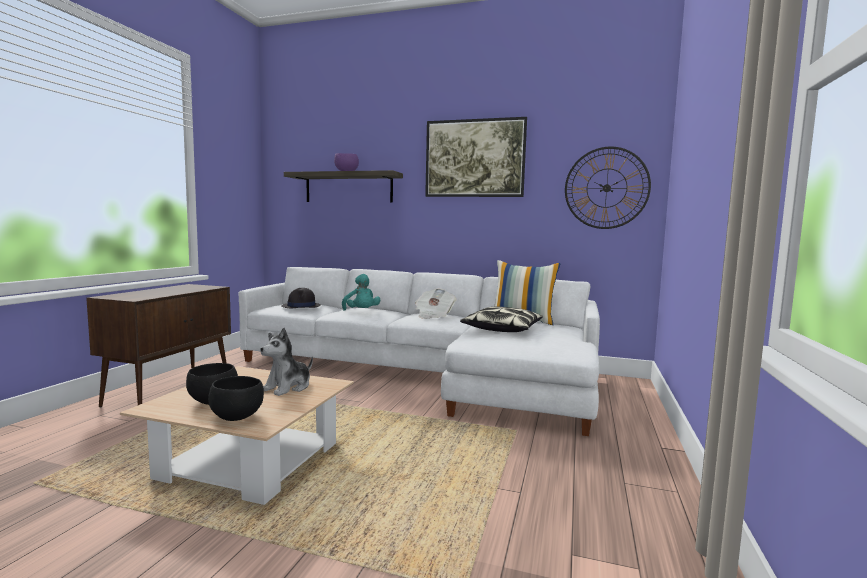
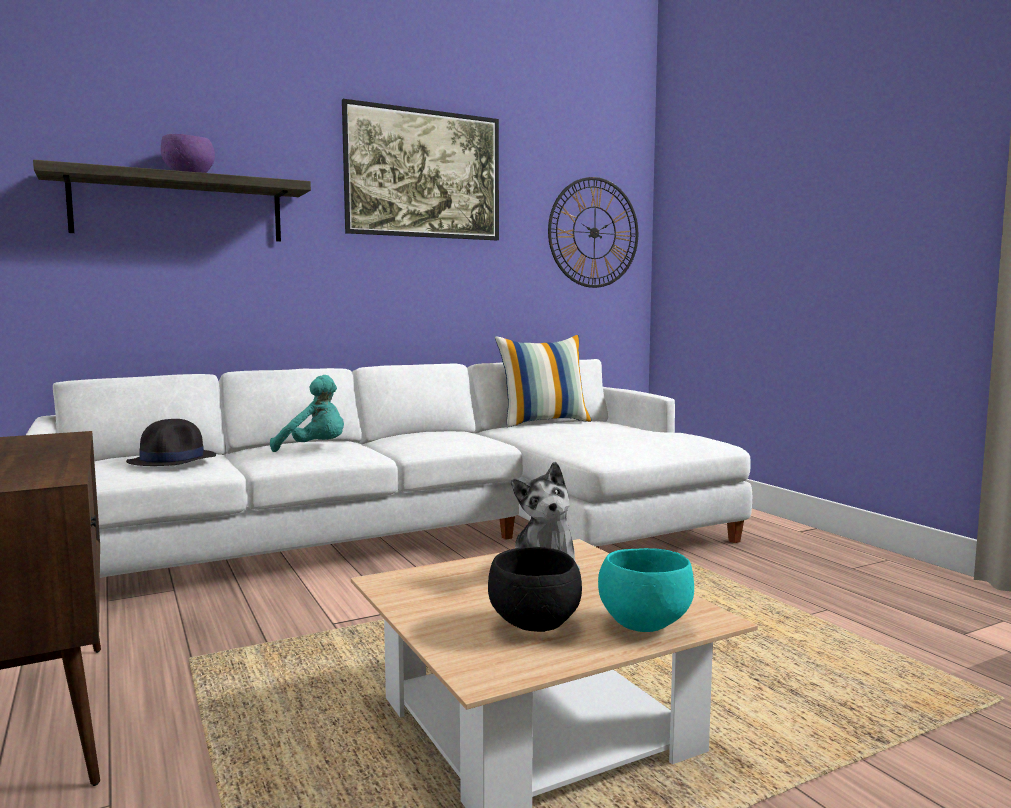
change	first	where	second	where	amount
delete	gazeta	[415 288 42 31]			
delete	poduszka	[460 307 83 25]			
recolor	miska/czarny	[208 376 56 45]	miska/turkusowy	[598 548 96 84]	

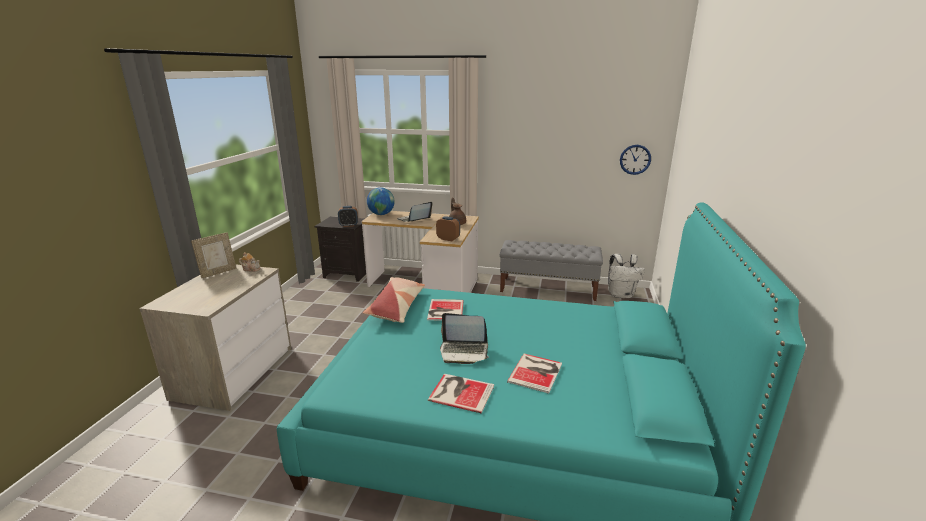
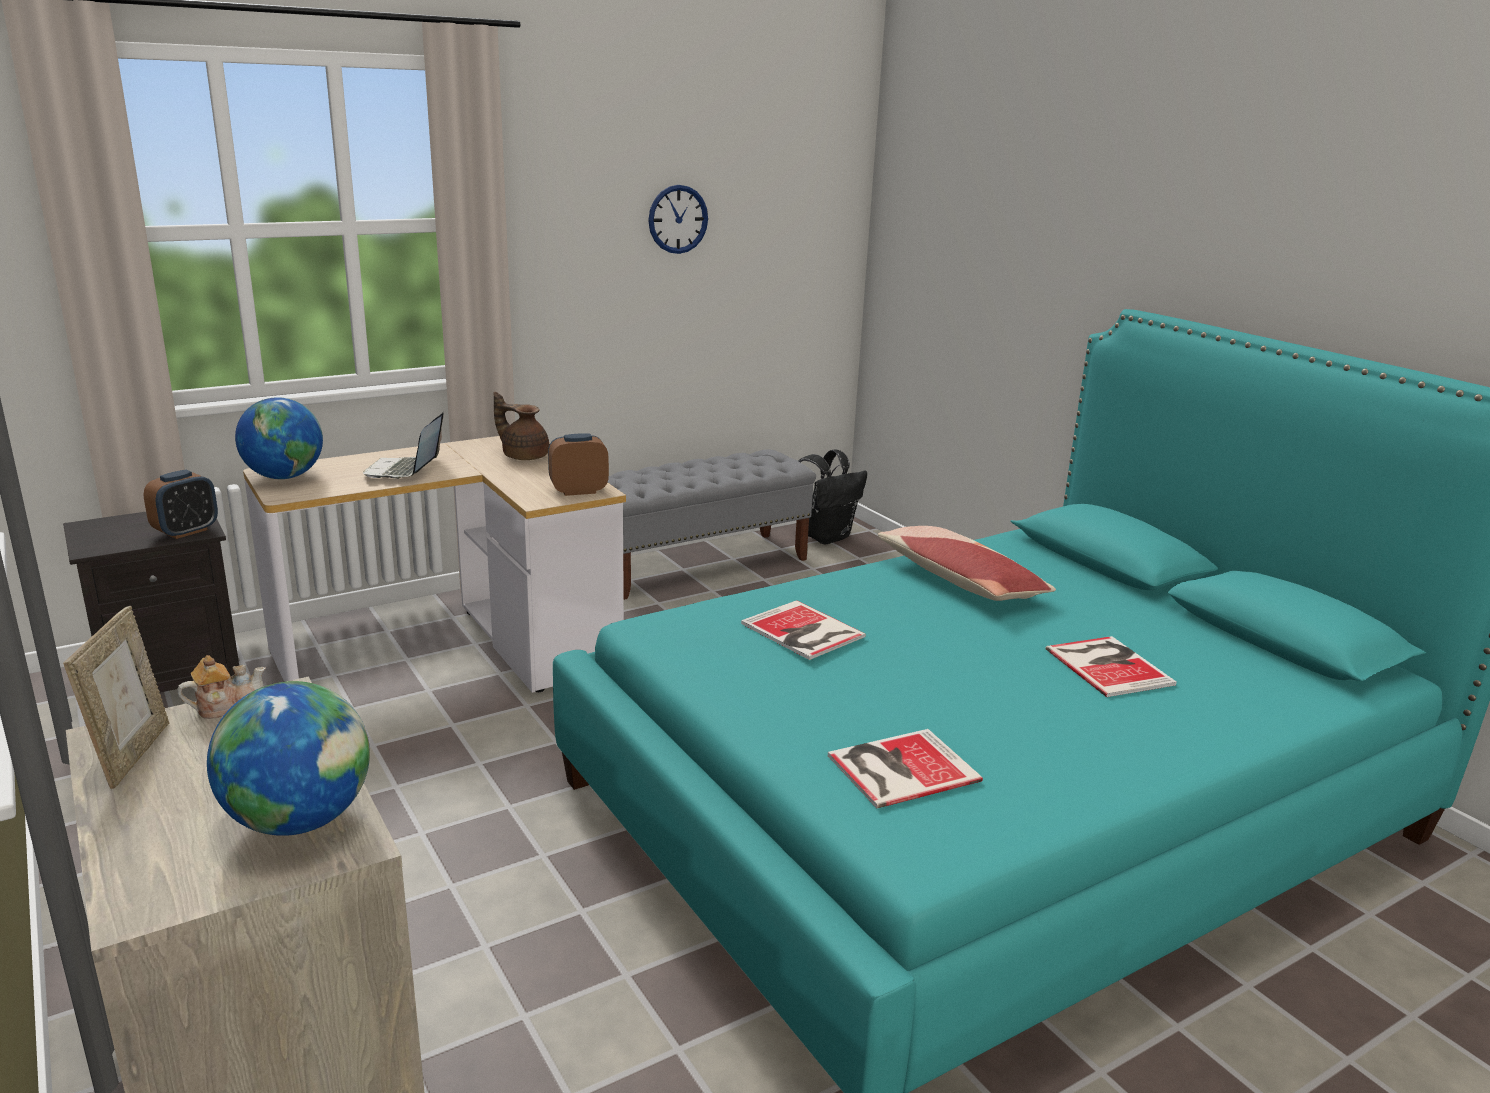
change	first	where	second	where	amount
delete	laptop	[440 313 49 51]			
insert			globus	[207 681 163 155]	
move	poduszka	[363 277 62 46]		[878 526 178 75]	
move	książka	[428 374 66 40]		[828 729 155 79]	
move	zegar ścienny	[620 145 31 30]		[648 185 60 69]	
recolor	plecak/biały	[608 254 37 44]	plecak/czarny	[798 449 69 96]	

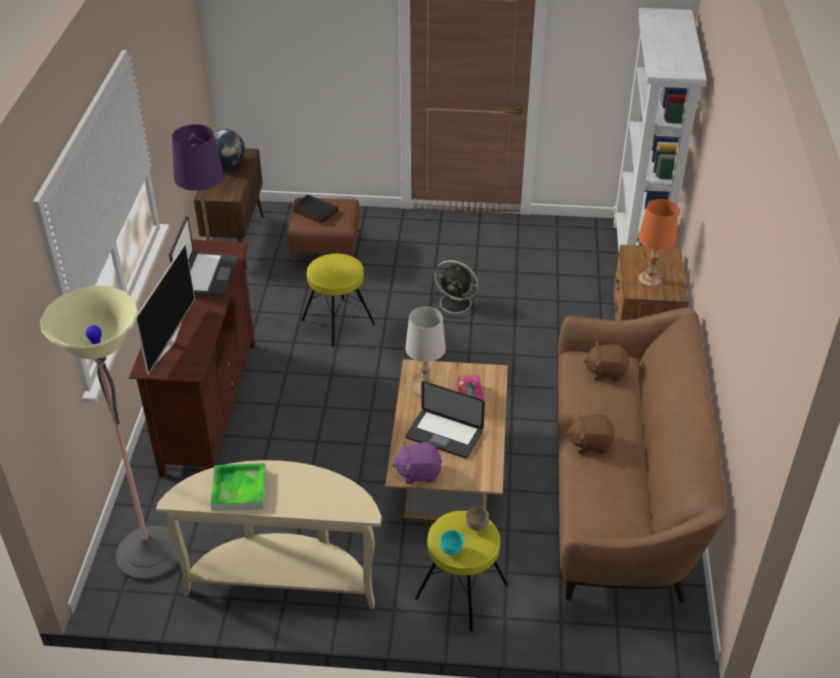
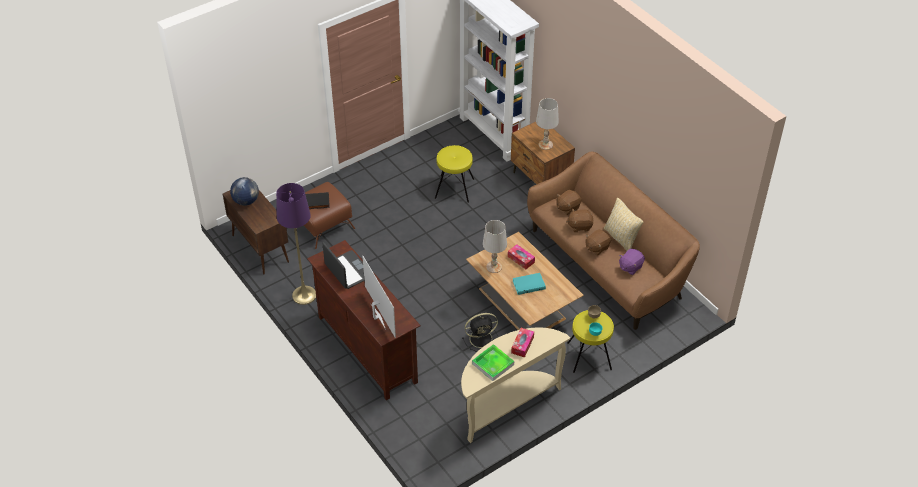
change	first	where	second	where	amount
delete	lampa stojąca	[40 286 139 295]			
insert			pudełko chusteczek	[511 328 23 29]	
insert			pluszak/brązowy	[566 209 28 23]	
insert			poduszka/beżowy	[604 198 39 53]	
move	stołek/żółty	[301 253 75 95]		[435 145 39 58]	
move	pluszak/fioletowy	[392 442 50 42]		[619 249 26 26]	
move	wentylator/czarny	[433 260 47 59]		[462 313 36 39]	
replace	laptop	[405 381 80 77]	książka/turkusowy	[513 273 33 22]	
recolor	lampa stołowa/pomarańczowy	[638 199 40 88]	lampa stołowa/biały	[536 98 23 52]	

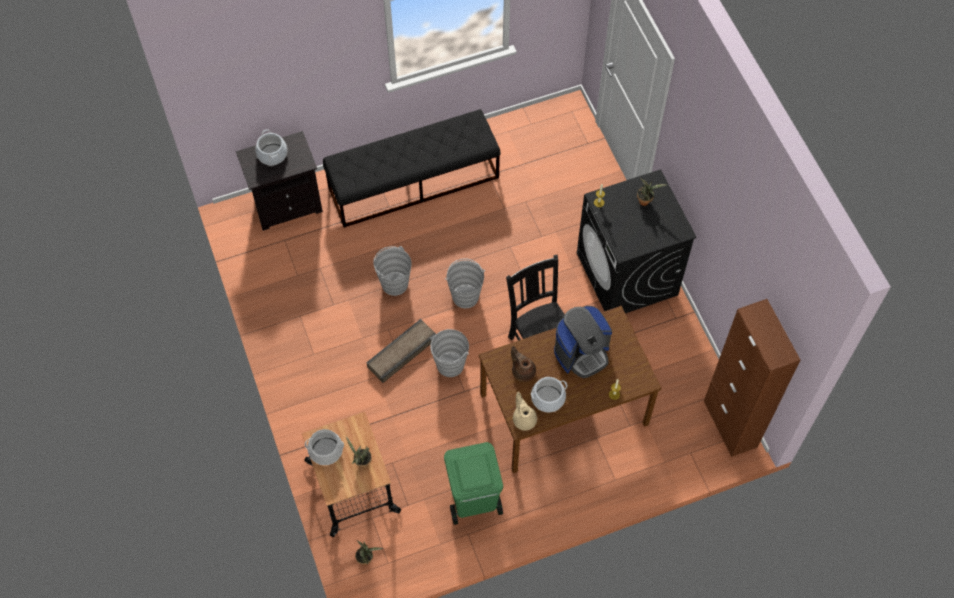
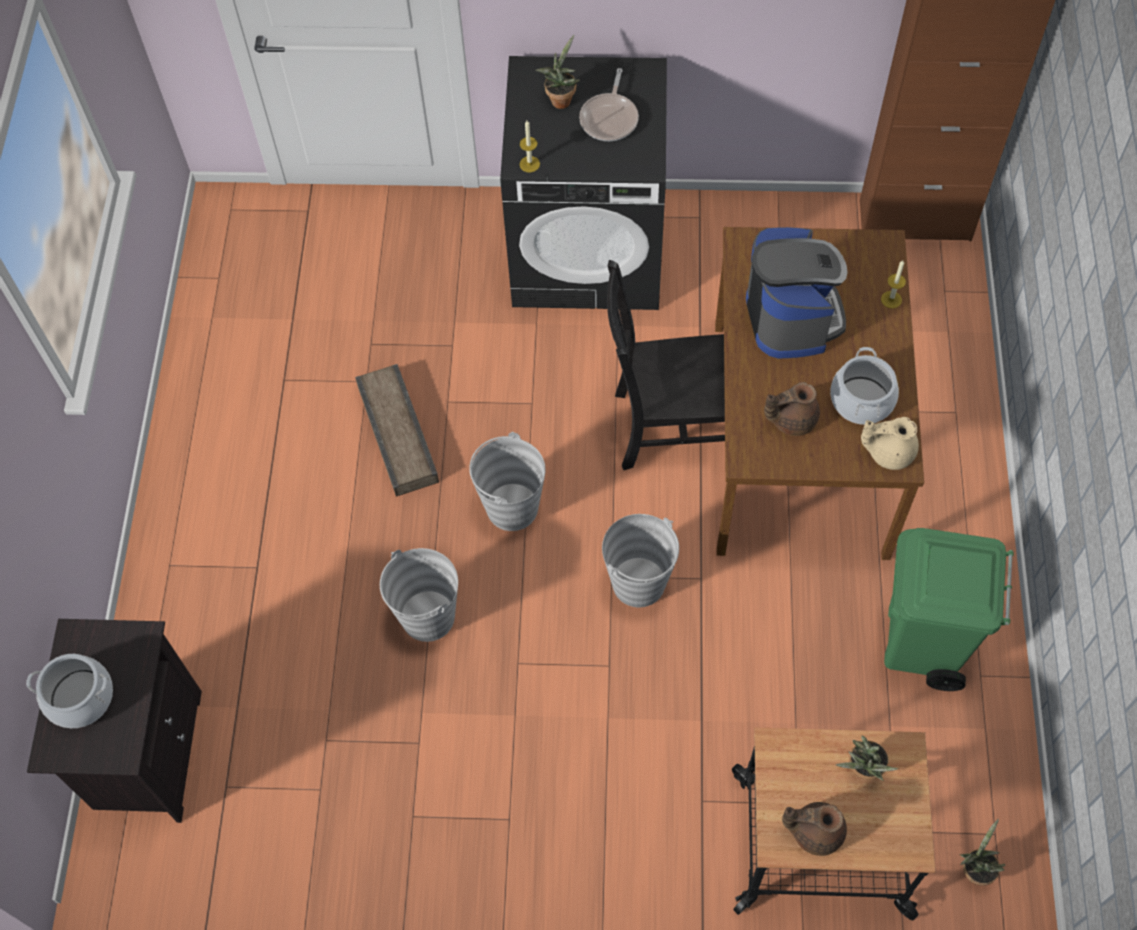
change	first	where	second	where	amount
delete	ławka/czarny	[323 109 177 119]			
insert			patelnia	[579 68 60 73]	
move	skrzynka	[366 319 70 64]		[355 364 84 133]	
replace	garnek	[305 429 39 36]	imbryk/brązowy	[782 802 65 54]	

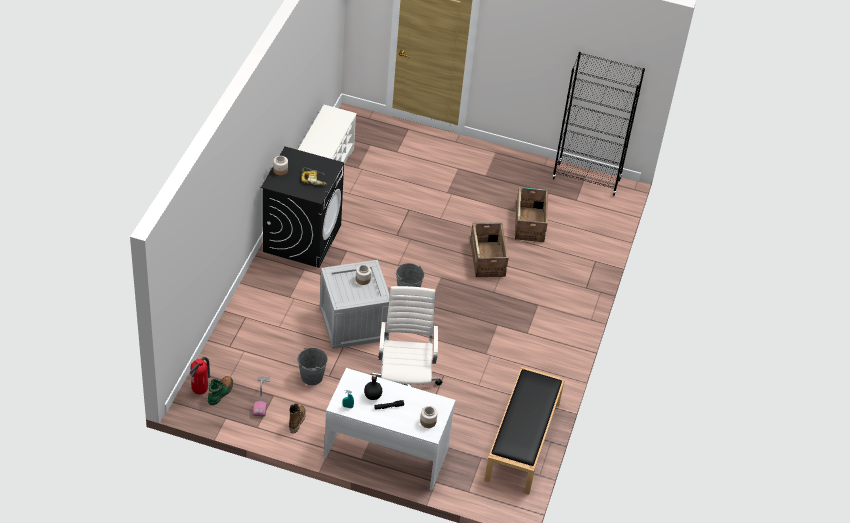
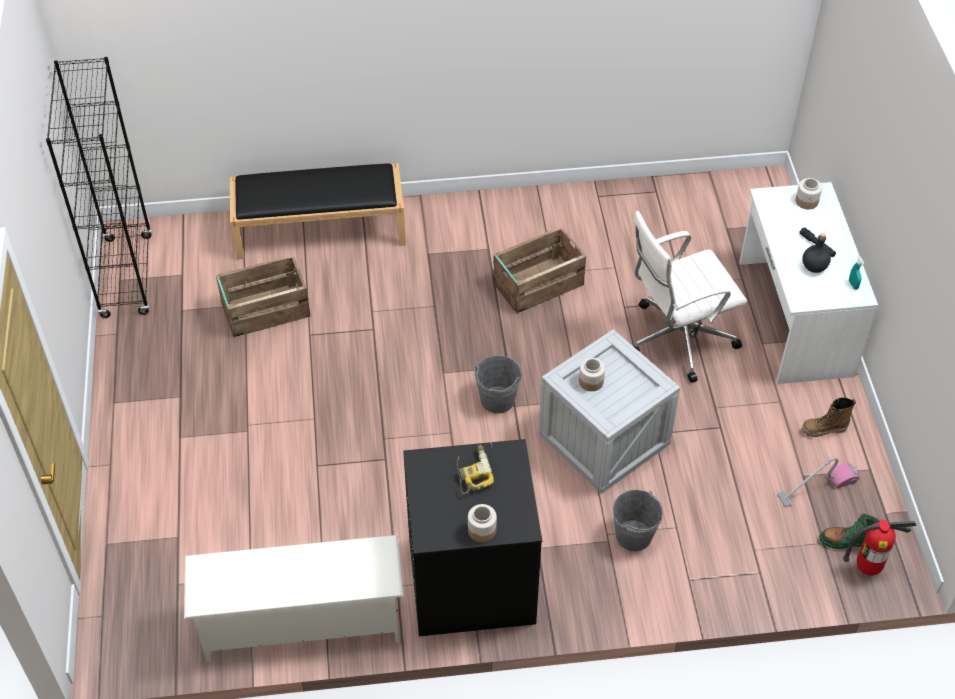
change	first	where	second	where	amount
move	wiadro/szary	[298 347 30 38]		[612 490 51 61]	
move	skrzynka	[470 222 38 55]		[493 226 93 88]	
move	ławka/czarny	[484 367 81 128]		[230 163 176 97]	

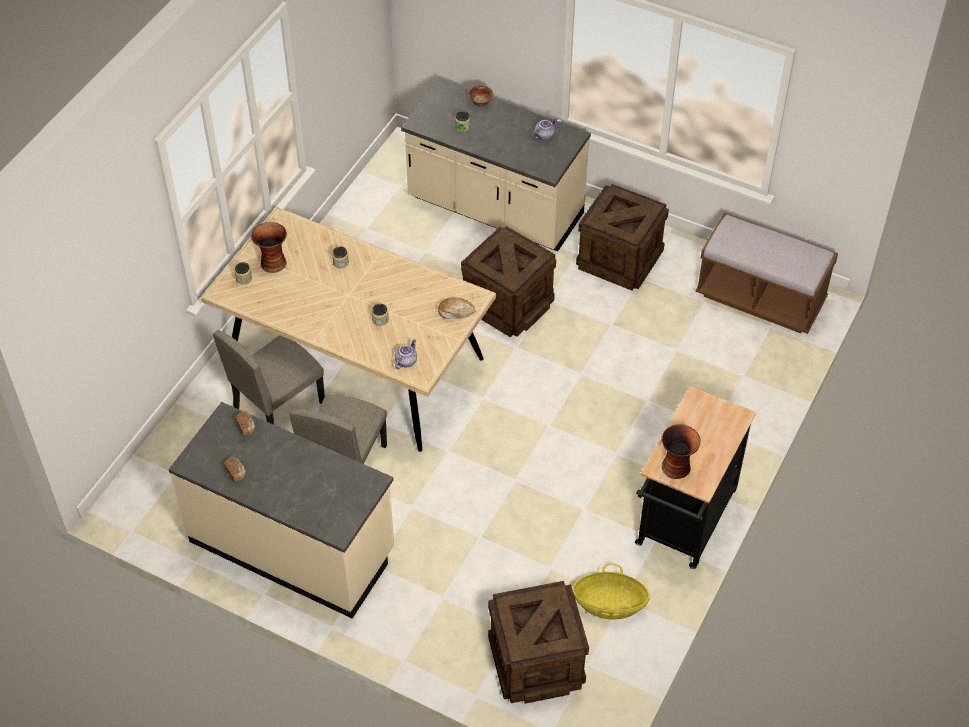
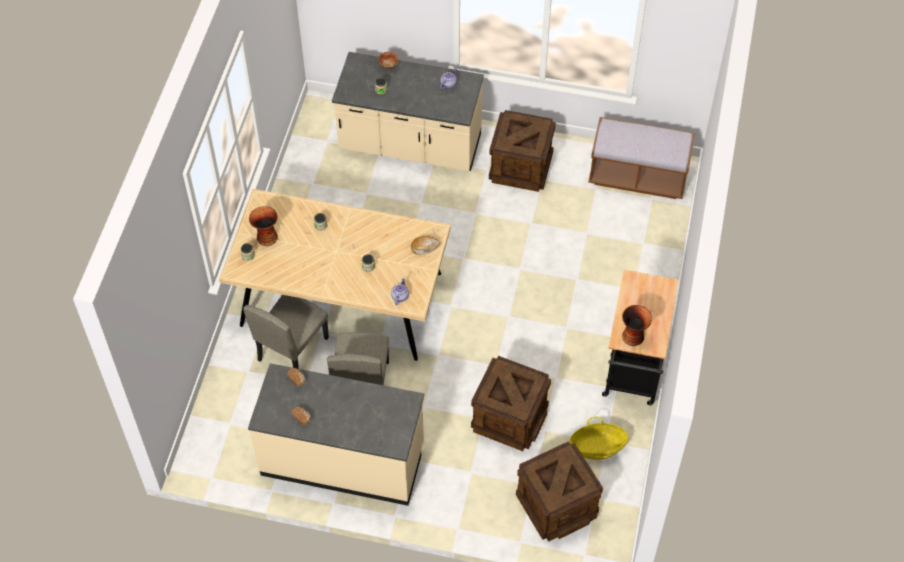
change	first	where	second	where	amount
move	skrzynka	[461 226 95 111]		[471 356 80 95]	

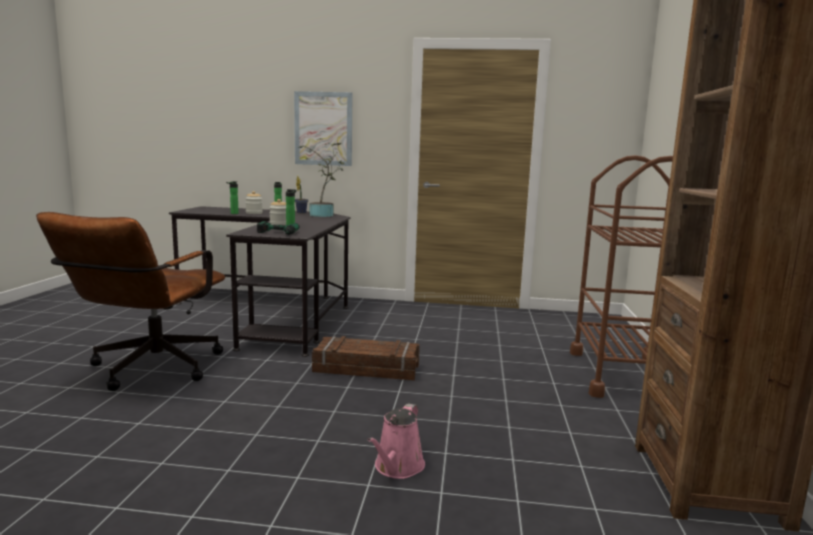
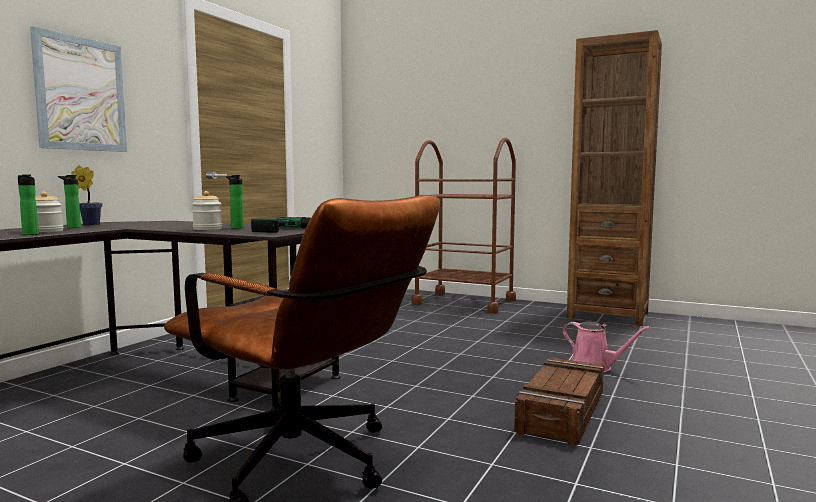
change	first	where	second	where	amount
delete	roślina doniczkowa	[298 138 46 79]			
move	skrzynka	[312 336 108 45]		[514 357 90 89]	

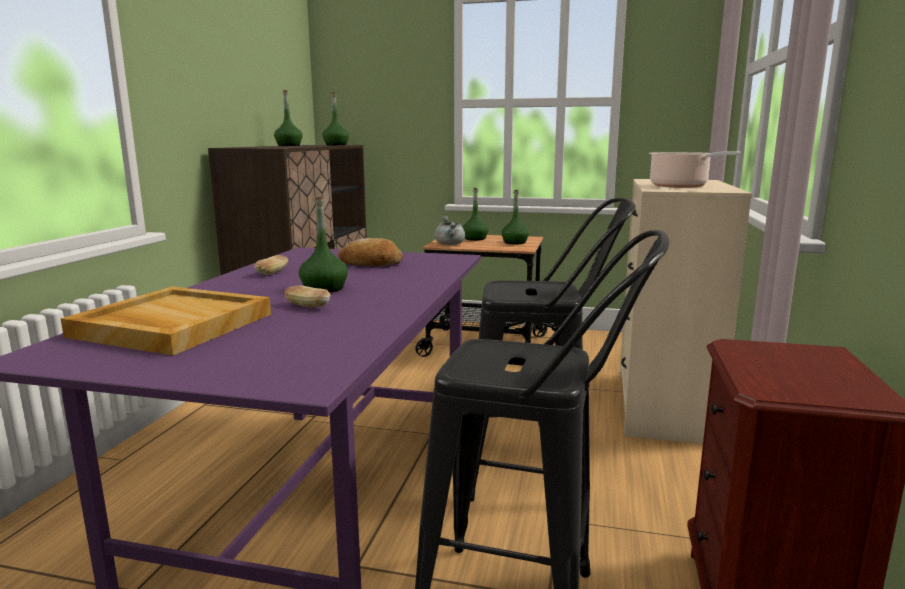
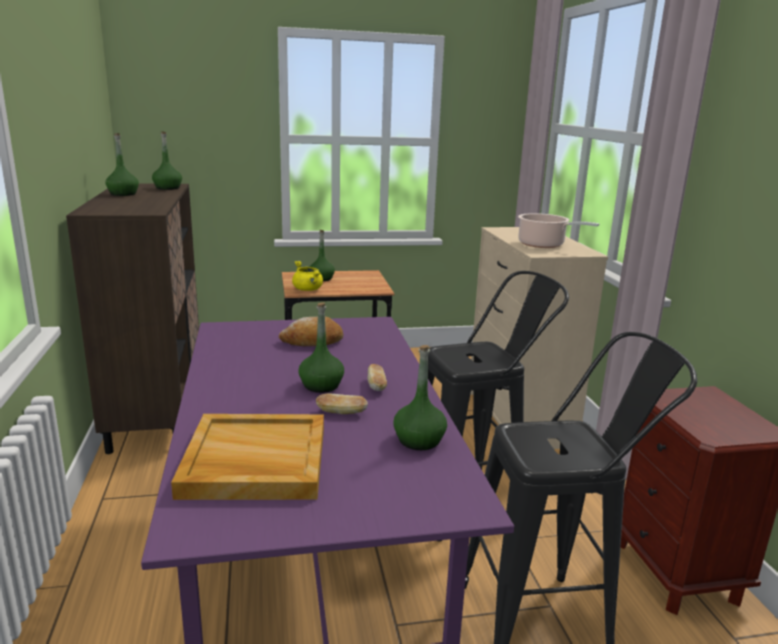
change	first	where	second	where	amount
move	chleb	[254 255 34 20]		[367 364 20 27]	
move	butelka/zielony	[501 190 28 54]		[393 345 54 105]	
recolor	garnek/szary	[434 216 31 29]	garnek/żółty	[292 261 31 30]	

